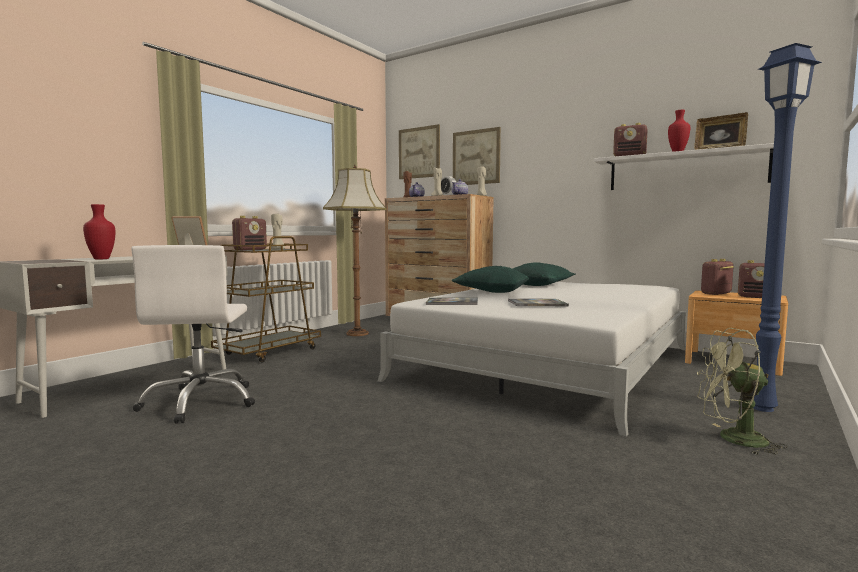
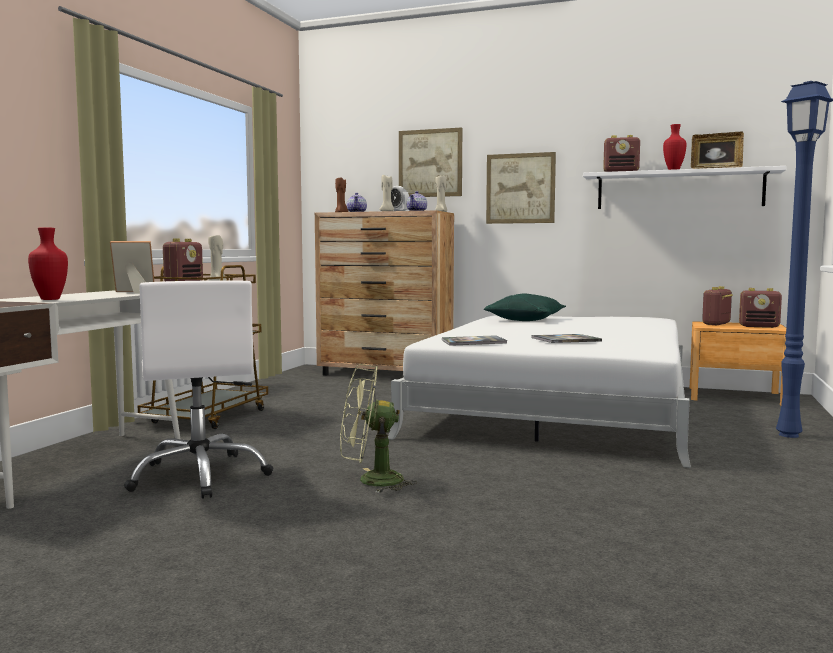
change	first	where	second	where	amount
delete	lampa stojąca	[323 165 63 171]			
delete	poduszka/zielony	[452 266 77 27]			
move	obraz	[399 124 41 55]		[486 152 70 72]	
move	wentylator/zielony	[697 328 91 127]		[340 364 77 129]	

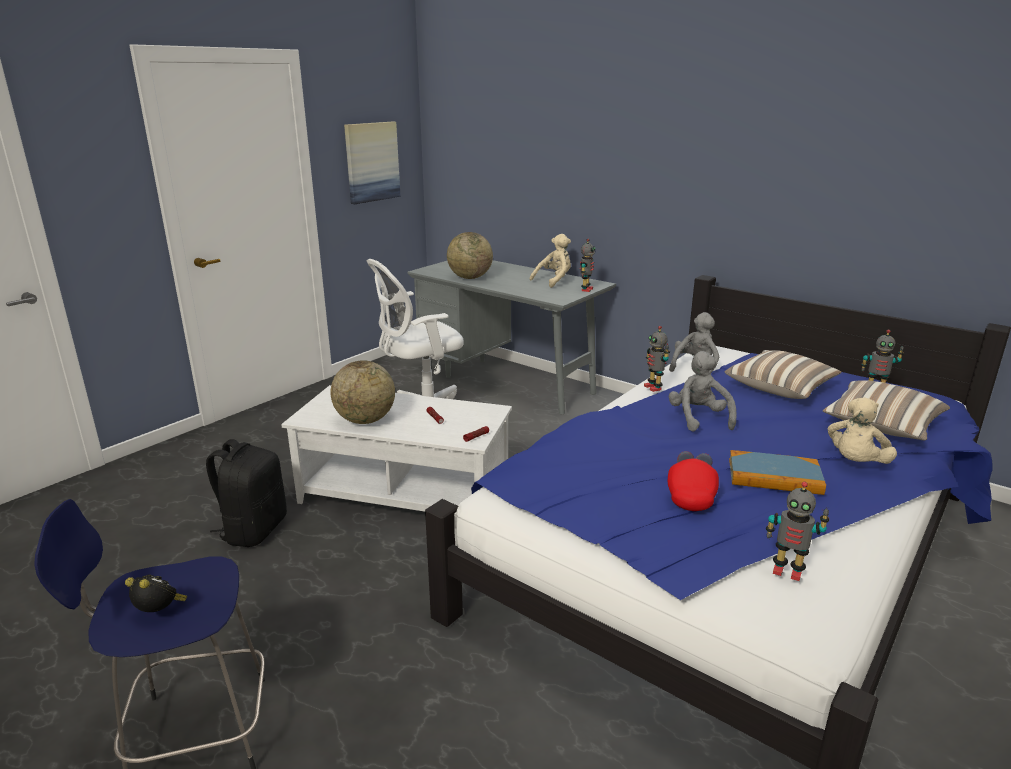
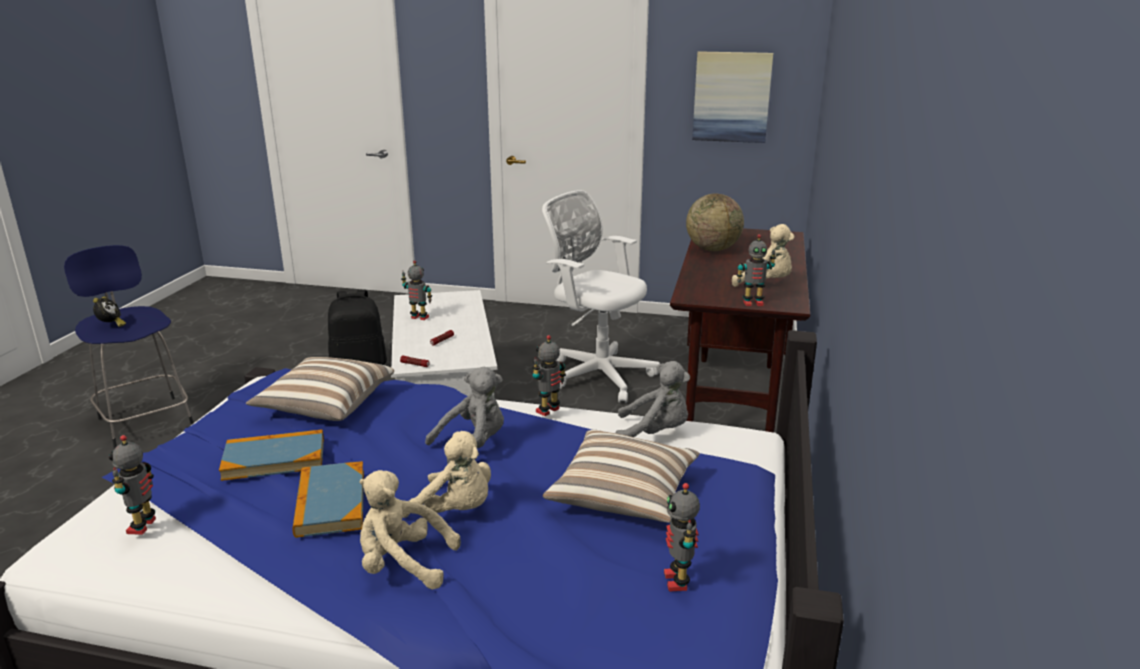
change	first	where	second	where	amount
insert			pluszak/beżowy	[402 431 89 87]	
move	poduszka	[823 380 127 60]		[246 357 148 64]	
replace	globus	[330 360 65 64]	robot zabawkowy	[401 260 31 60]	
replace	czapka z daszkiem/czerwony	[668 451 51 60]	książka	[219 429 105 52]	
recolor	biurko/szary	[408 260 208 154]	biurko/brązowy	[670 228 140 205]	

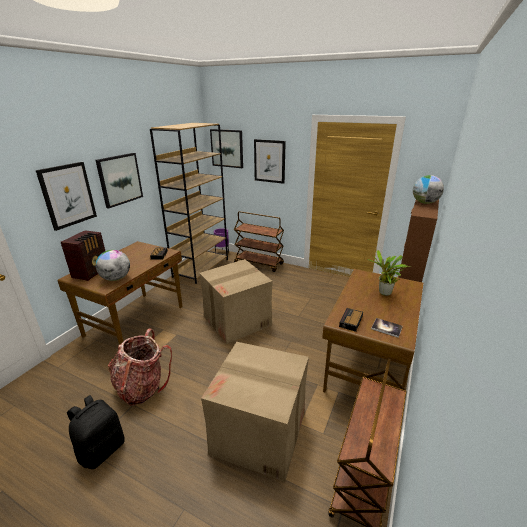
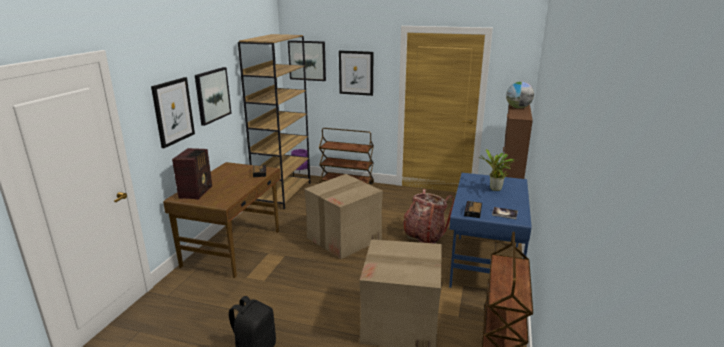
change	first	where	second	where	amount
delete	globus	[96 250 34 31]			
move	plecak	[108 329 64 77]		[403 189 51 54]	
recolor	biurko/brązowy	[322 269 101 123]	biurko/niebieski	[449 173 82 115]	

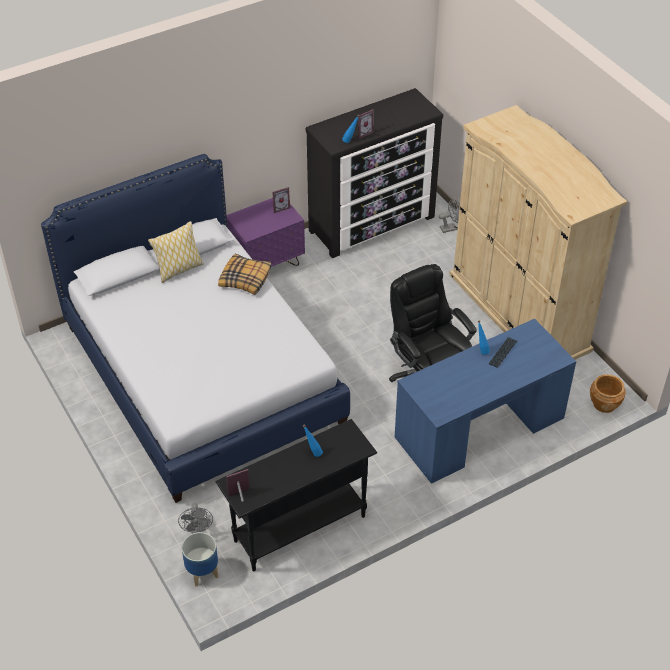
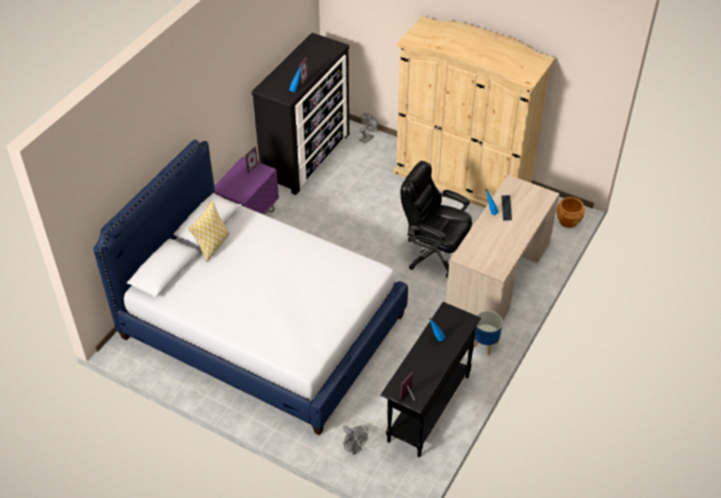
change	first	where	second	where	amount
delete	poduszka	[218 254 53 41]			
move	donica	[182 532 37 55]		[474 311 28 44]	
recolor	biurko/niebieski	[395 319 182 165]	biurko/beżowy	[446 175 114 146]	

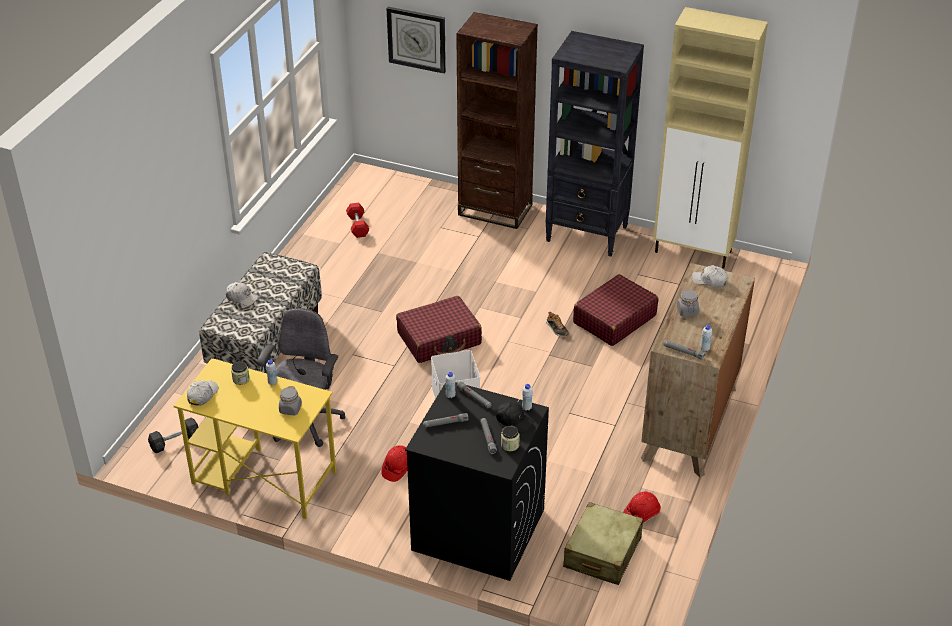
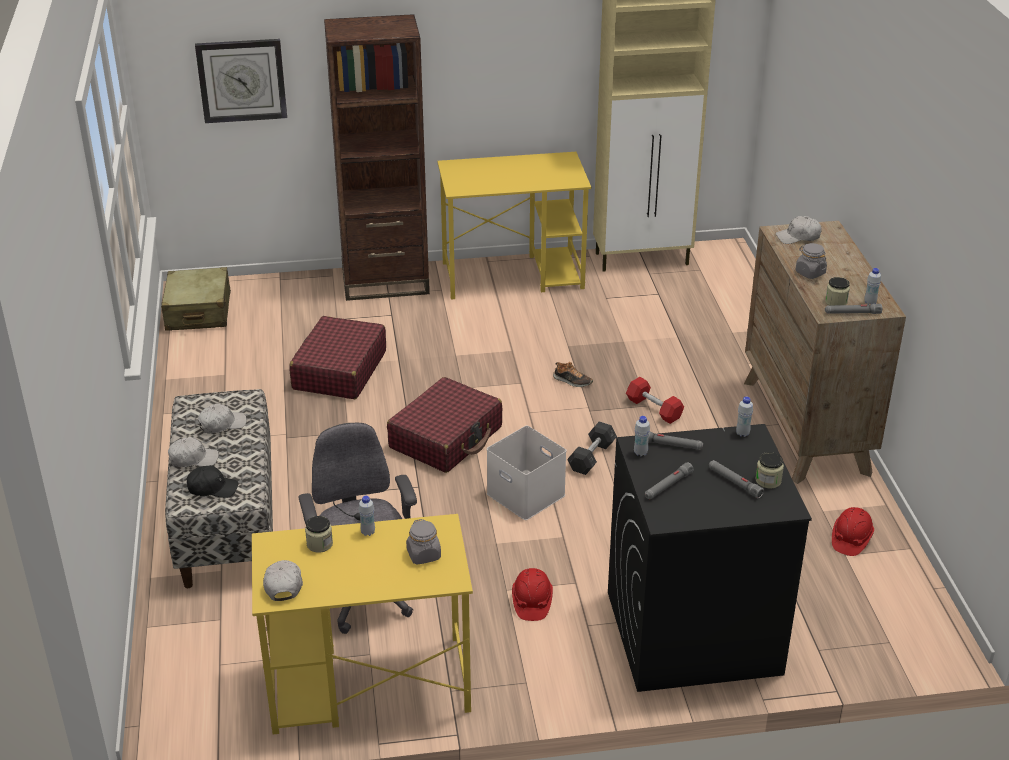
change	first	where	second	where	amount
insert			czapka z daszkiem/biały	[198 403 49 30]	
insert			słoik	[825 277 25 28]	
move	hantel/szary	[148 417 50 36]		[567 421 50 54]	
move	hantel/czerwony	[346 203 23 35]		[626 377 58 47]	
move	czapka z daszkiem/czarny	[496 402 38 31]		[187 465 51 33]	
move	walizka/beżowy	[563 502 80 83]		[161 267 70 64]	
move	walizka/czerwony	[573 274 86 72]		[289 316 97 83]	
replace	regał/czarny	[545 31 99 225]	biurko/żółty	[437 152 154 147]	

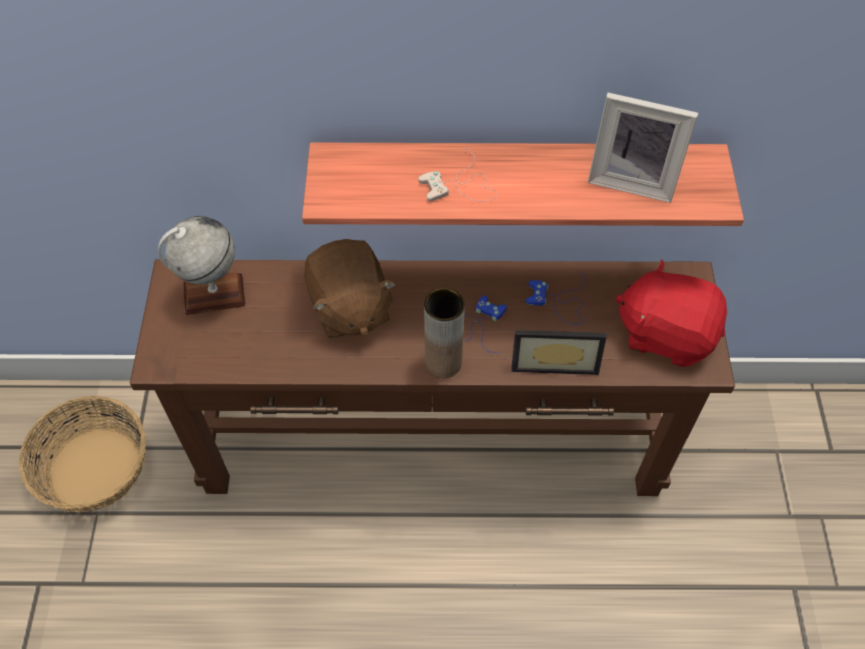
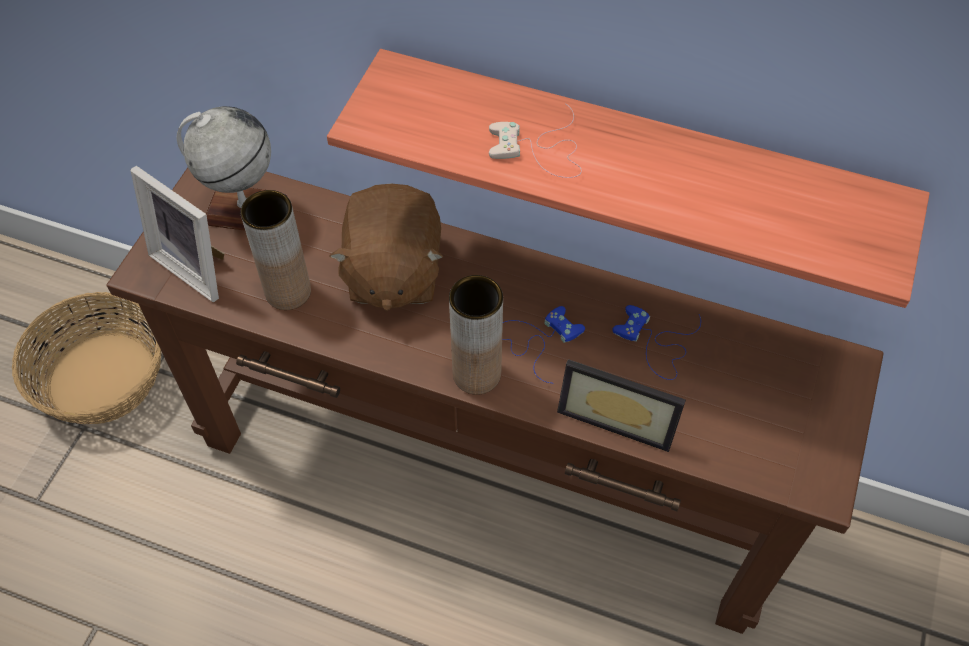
change	first	where	second	where	amount
delete	pluszak/czerwony	[616 259 111 108]			
insert			wazon/brązowy	[241 190 70 120]	
move	ramka na zdjęcie	[588 93 110 110]		[131 166 93 136]	

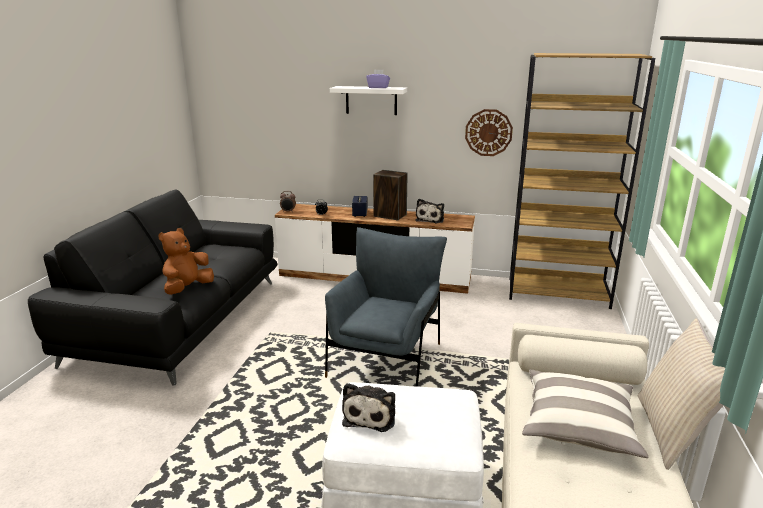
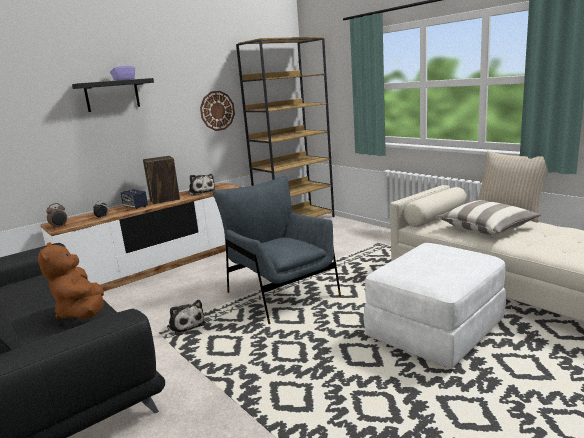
change	first	where	second	where	amount
move	pluszak	[342 383 53 49]		[167 300 39 36]	
recolor	półka/biały	[330 86 77 29]	półka/czarny	[72 78 82 34]	

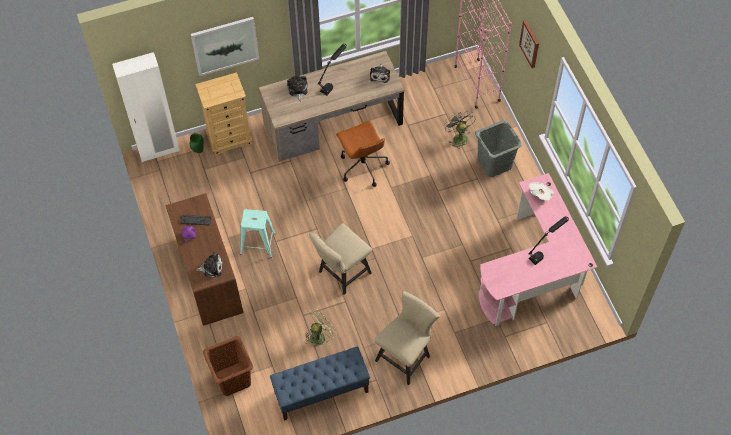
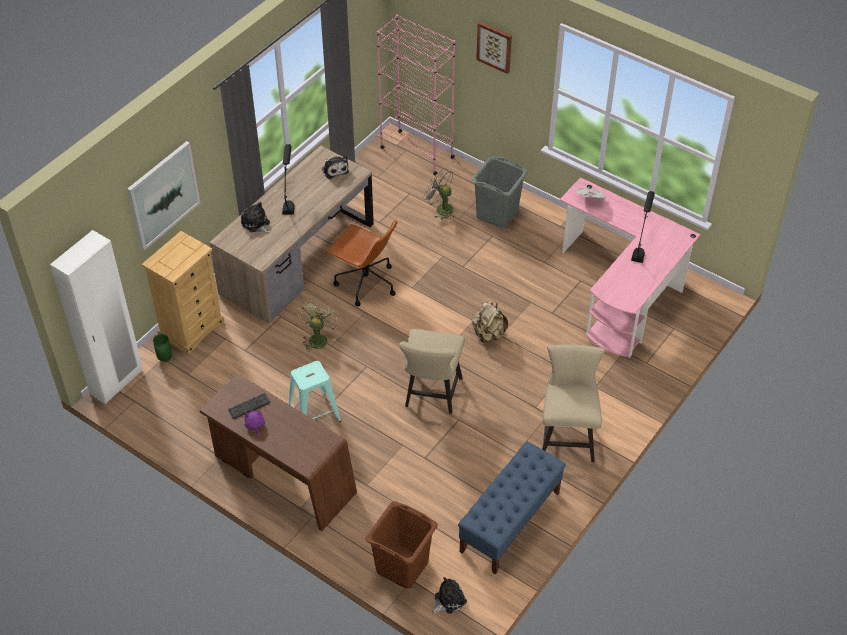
change	first	where	second	where	amount
insert			plecak/beżowy	[472 302 36 41]	
move	pluszak	[196 251 27 26]		[433 577 34 37]	
move	wentylator/zielony	[305 308 32 38]		[298 300 42 52]	

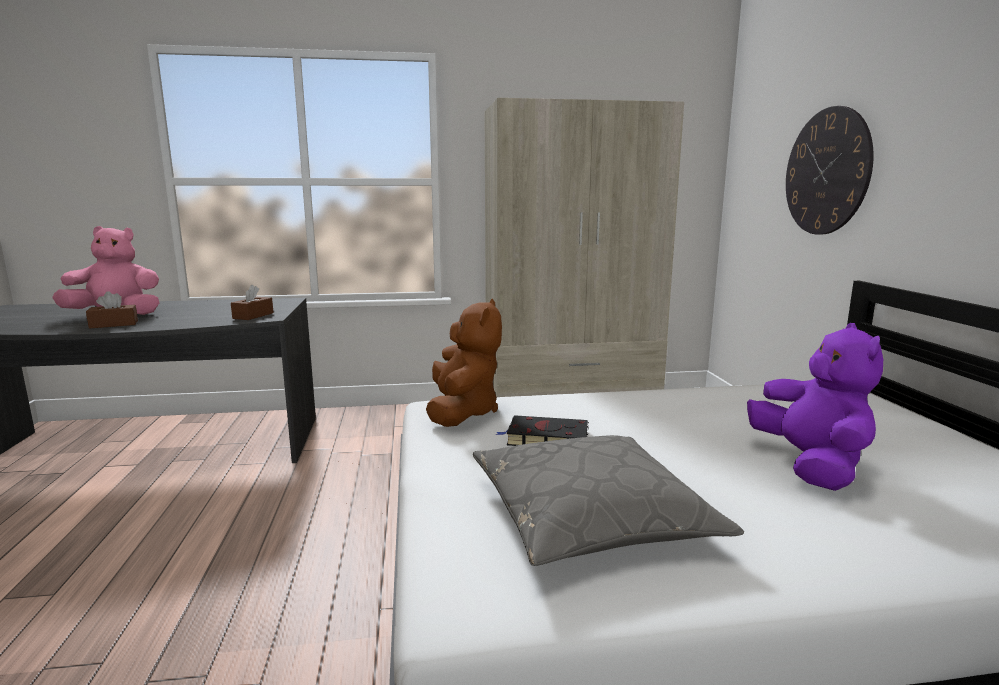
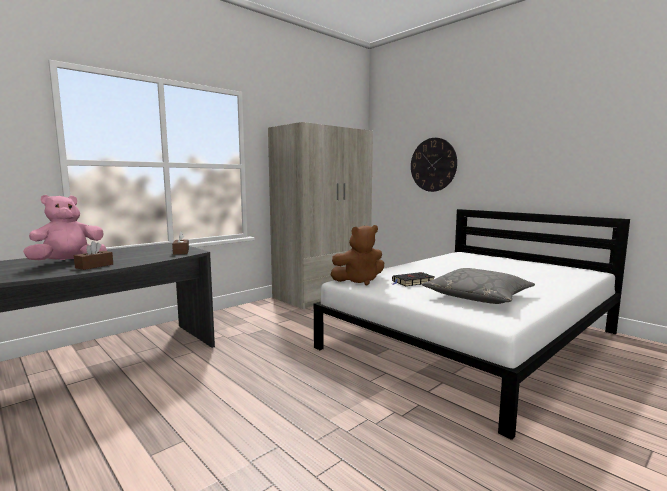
change	first	where	second	where	amount
delete	pluszak/fioletowy	[747 323 136 168]			
rotate	pluszak/brązowy	[426 299 76 128]		[330 225 54 60]	105 degrees clockwise

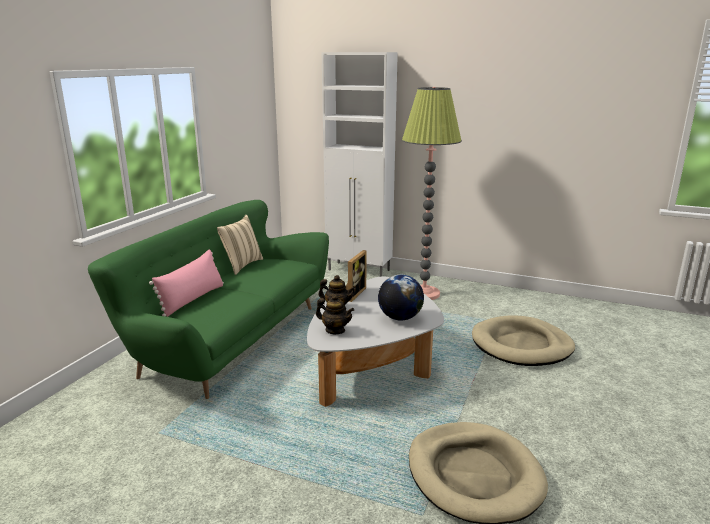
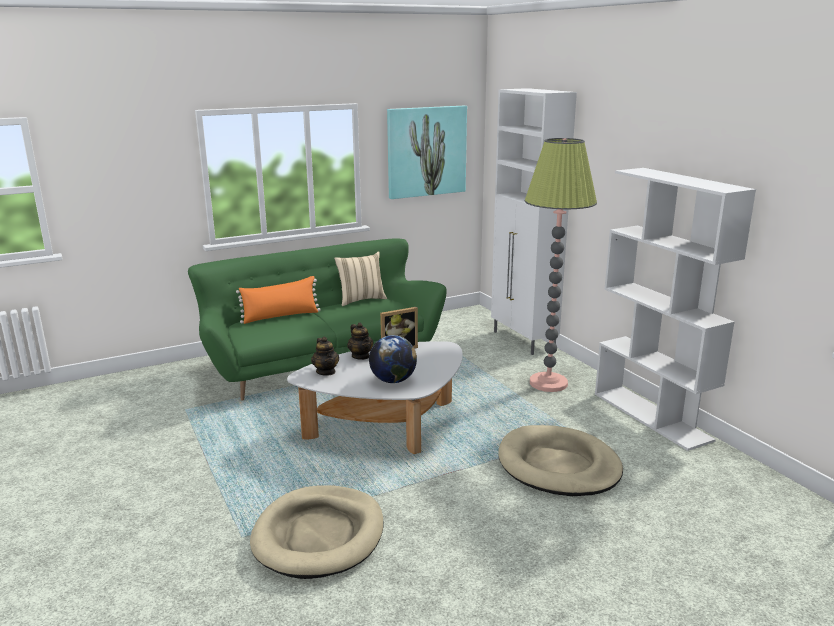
change	first	where	second	where	amount
insert			obraz	[387 106 80 93]	
insert			regał/biały	[595 168 161 283]	
recolor	poduszka/różowy	[149 249 75 68]	poduszka/pomarańczowy	[236 276 85 48]	

